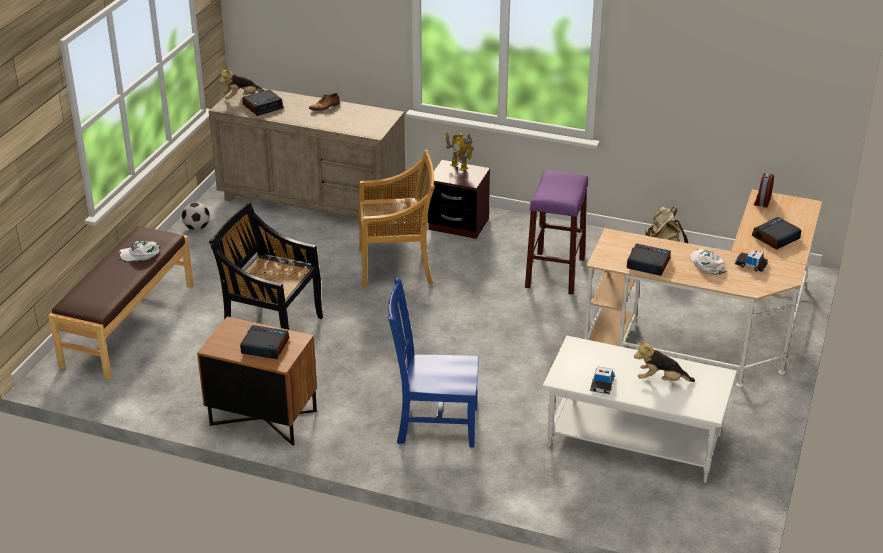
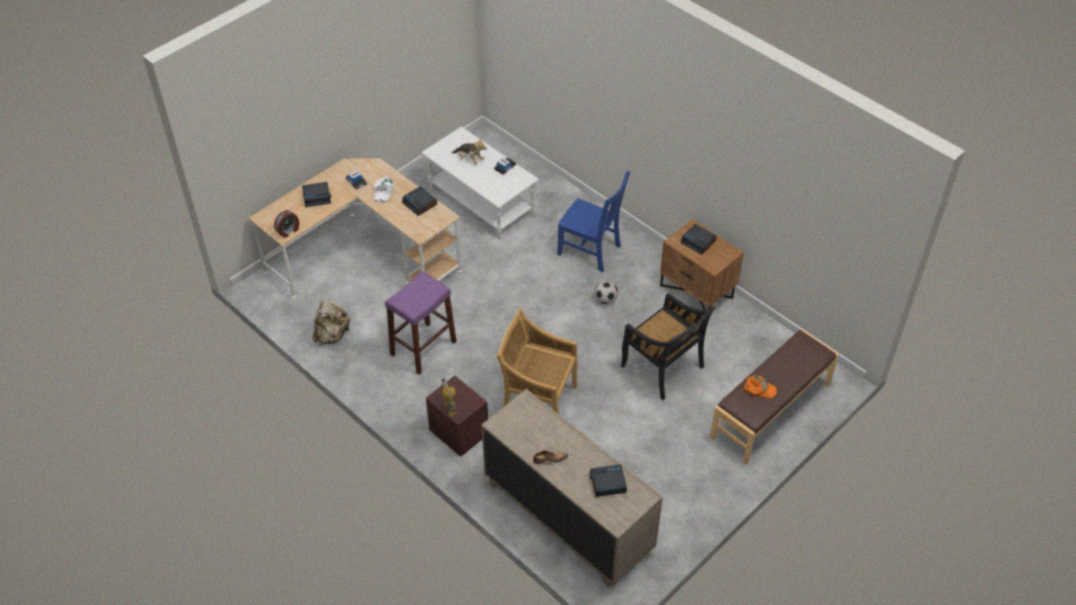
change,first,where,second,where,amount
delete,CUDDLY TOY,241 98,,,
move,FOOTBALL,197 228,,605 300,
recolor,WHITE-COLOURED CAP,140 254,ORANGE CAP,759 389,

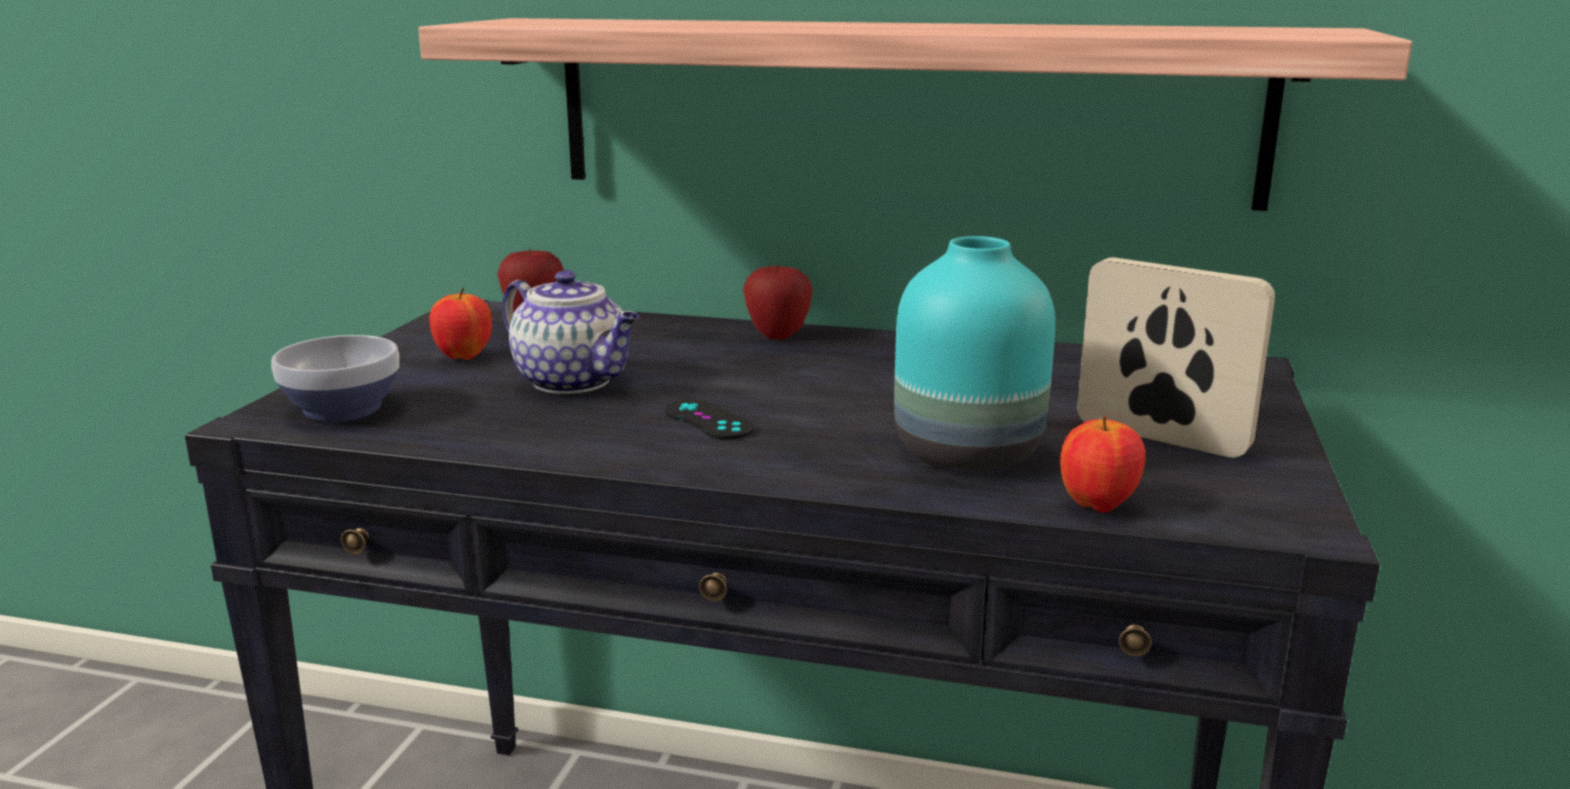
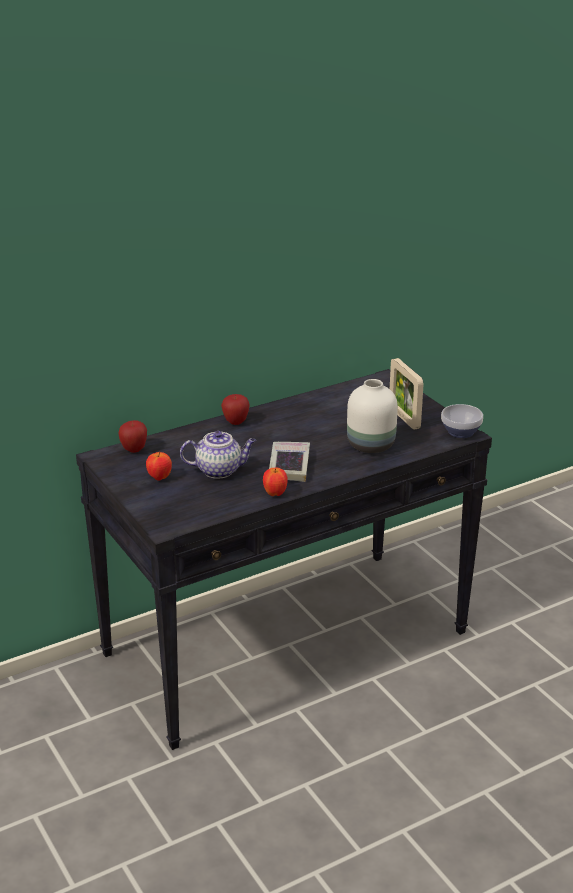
change,first,where,second,where,amount
delete,BRACKET SHELF,899 109,,,
recolor,TURQUOISE-COLOURED DECORATIVE VASE,969 451,WHITE-COLOURED DECORATIVE VASE,370 444,
rotate,PICTURE FRAME,1161 438,,404 418,105 degrees counterclockwise
move,DEEP DISH,346 410,,461 432,
replace,BLACK GAMEPAD,708 420,BOOK,289 466,
move,APPLE FRUIT,1098 505,,275 493,

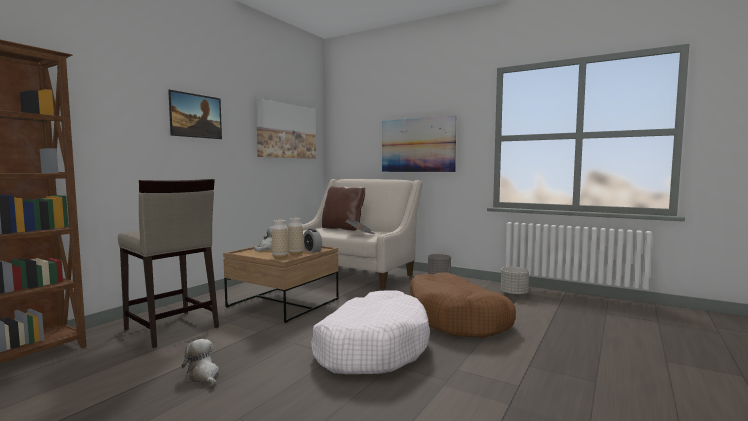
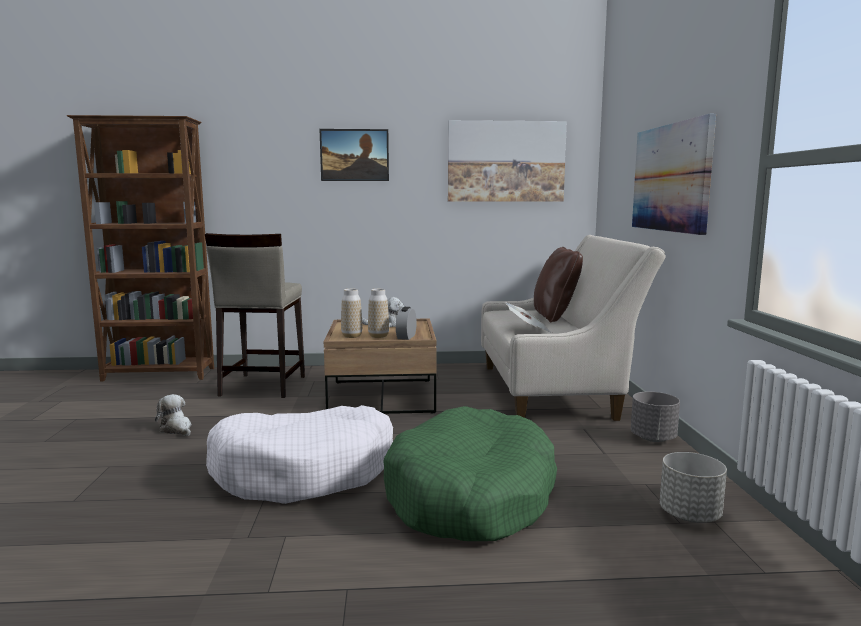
change,first,where,second,where,amount
recolor,BROWNISH DOG CUSHION,457 319,GREENISH DOG CUSHION,471 496,
rotate,CUDDLY TOY,203 376,,176 429,60 degrees counterclockwise

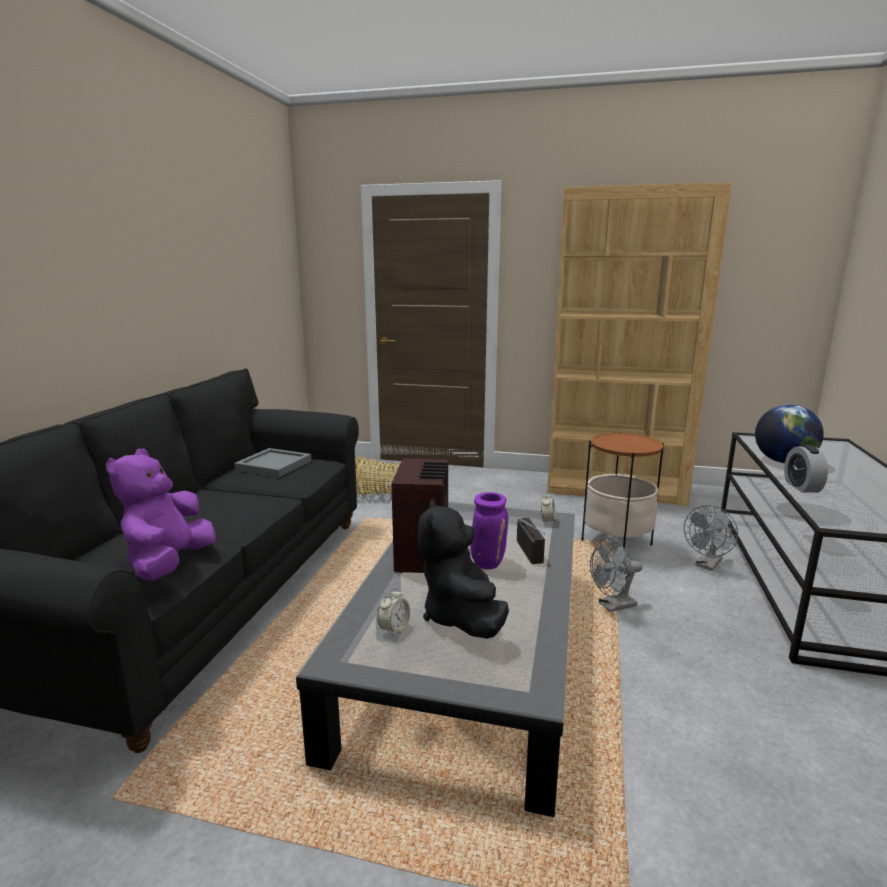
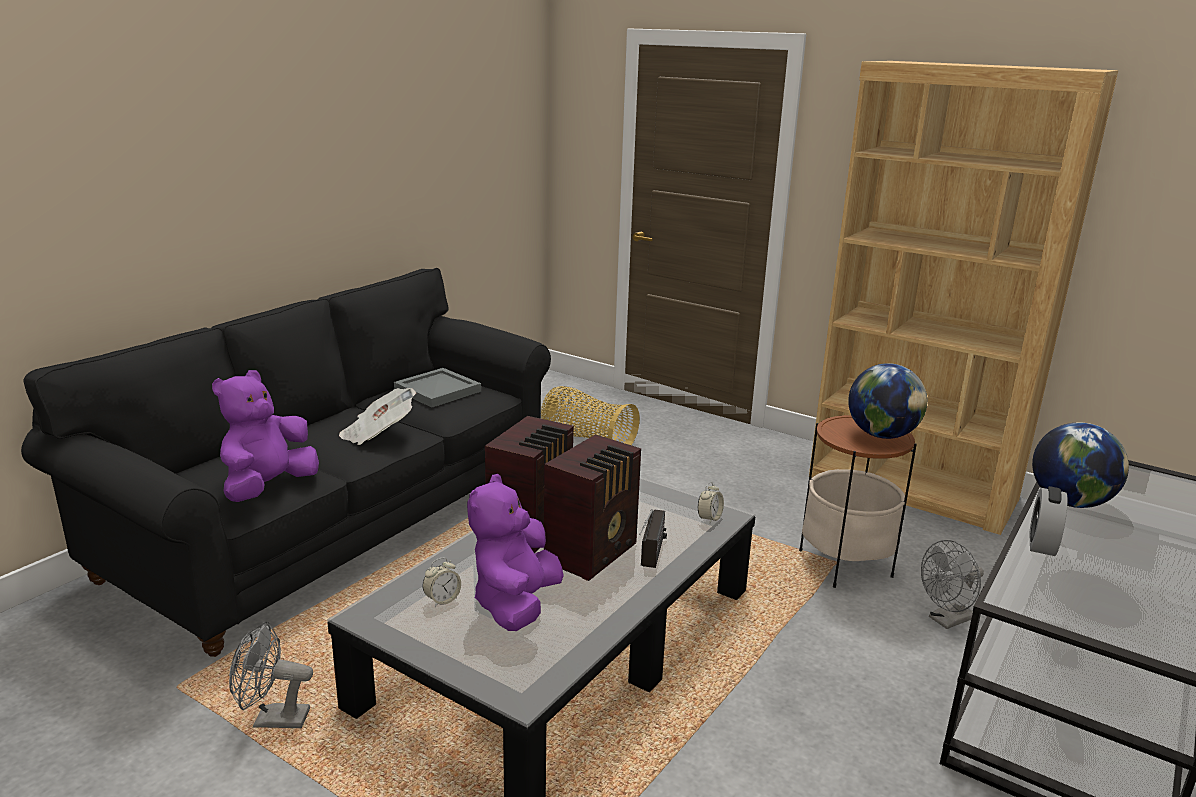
change,first,where,second,where,amount
replace,PURPLISH DECORATIVE VASE,487 563,RADIO,593 553,
recolor,BLACK CUDDLY TOY,461 617,PURPLISH CUDDLY TOY,516 604,
move,GREY COOLING FAN,612 606,,272 720,
insert,,,DESK GLOBE,881 435,
insert,,,DAILY PAPER,378 434,

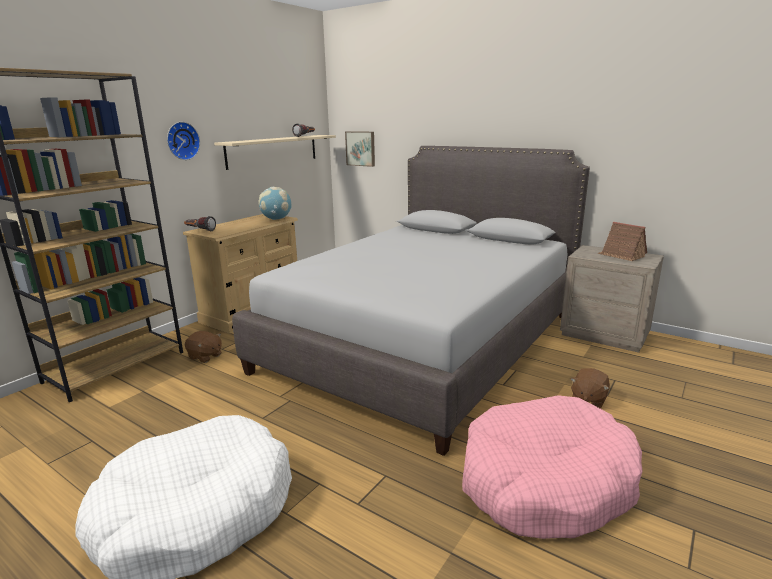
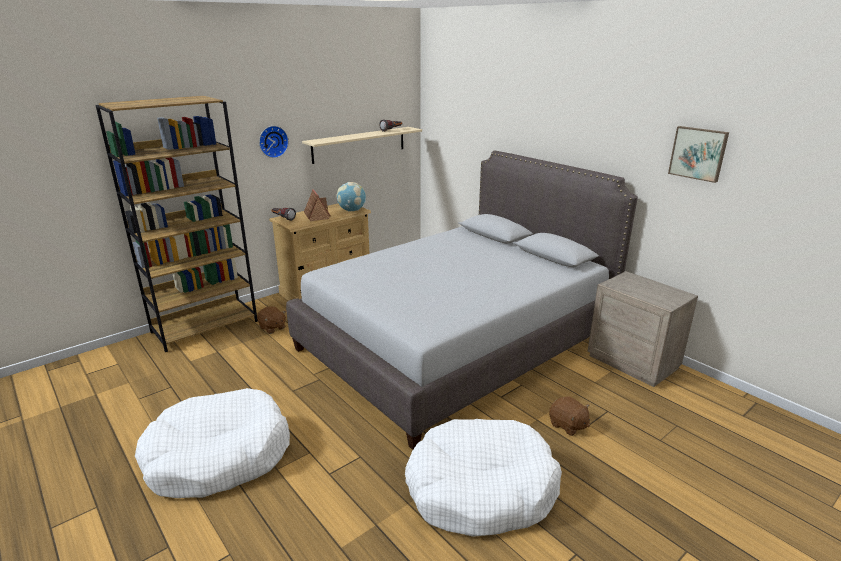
change,first,where,second,where,amount
move,WALL ART,361 148,,698 153,
move,MODEL HOUSE,621 255,,316 216,
rotate,BROWNISH CUDDLY TOY,588 400,,567 425,90 degrees counterclockwise
recolor,PINKISH DOG CUSHION,545 482,WHITE-COLOURED DOG CUSHION,480 489,

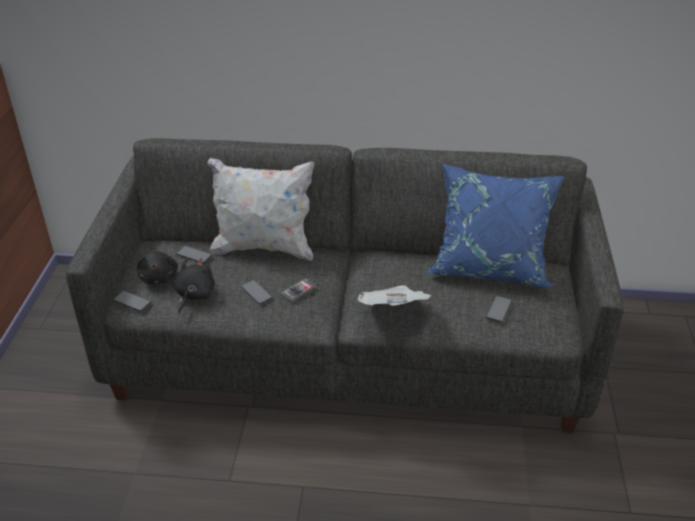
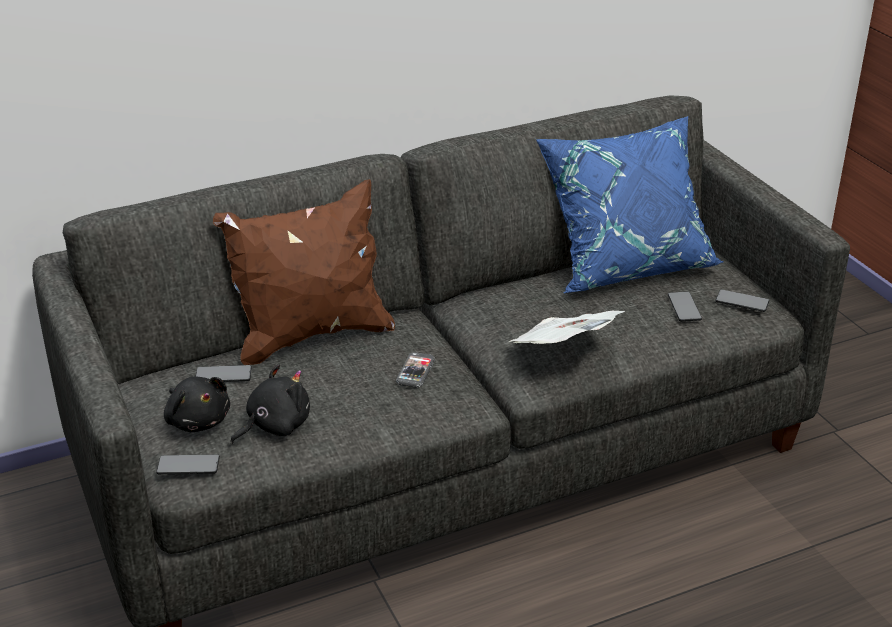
change,first,where,second,where,amount
recolor,WHITE-COLOURED THROW PILLOW,264 247,BROWNISH THROW PILLOW,311 335,
rotate,BLACK CUDDLY TOY,194 295,,275 426,60 degrees clockwise
move,PHONE,256 292,,742 302,

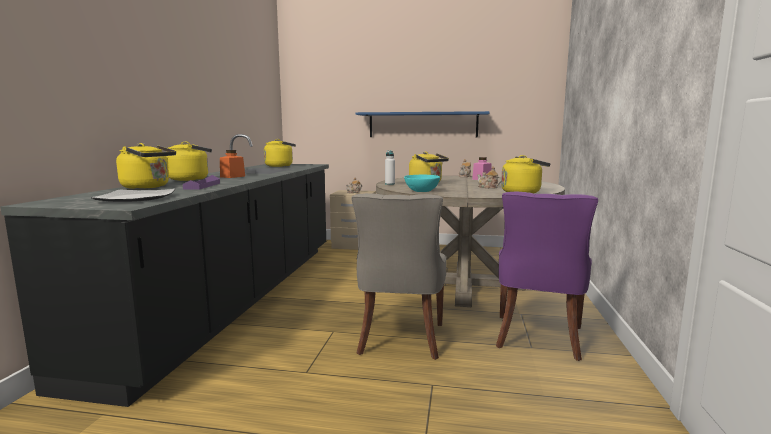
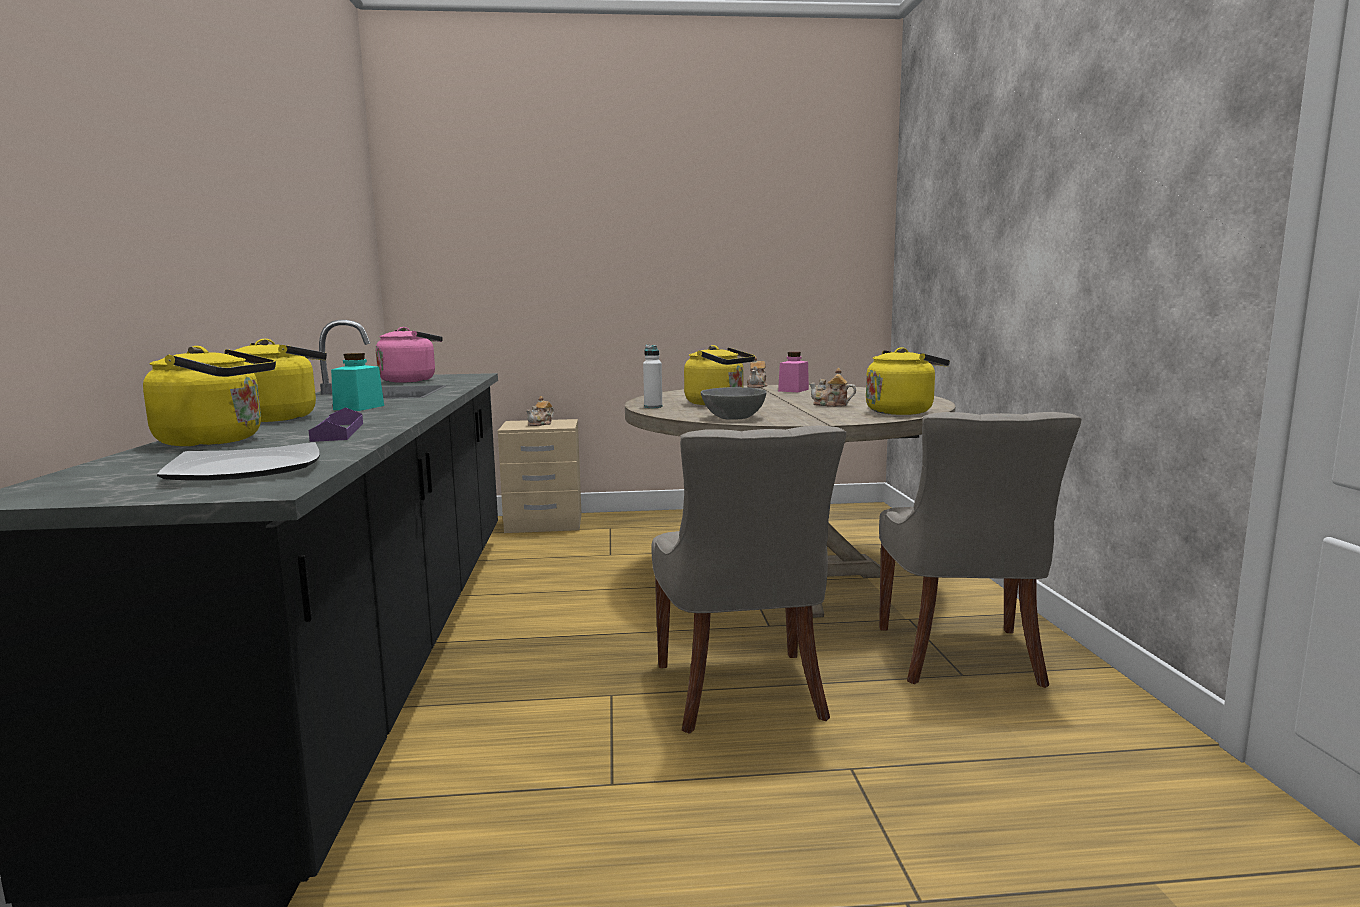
change,first,where,second,where,amount
delete,BLUE BRACKET SHELF,423 125,,,
recolor,YELLOW-COLOURED WATER KETTLE,281 166,PINKISH WATER KETTLE,411 380,
recolor,ORANGE JAR,232 176,TURQUOISE-COLOURED JAR,359 407,
recolor,TURQUOISE-COLOURED DEEP DISH,421 191,GREY DEEP DISH,733 418,
recolor,PURPLISH PLAIN CHAIR,537 338,GREY PLAIN CHAIR,961 657,

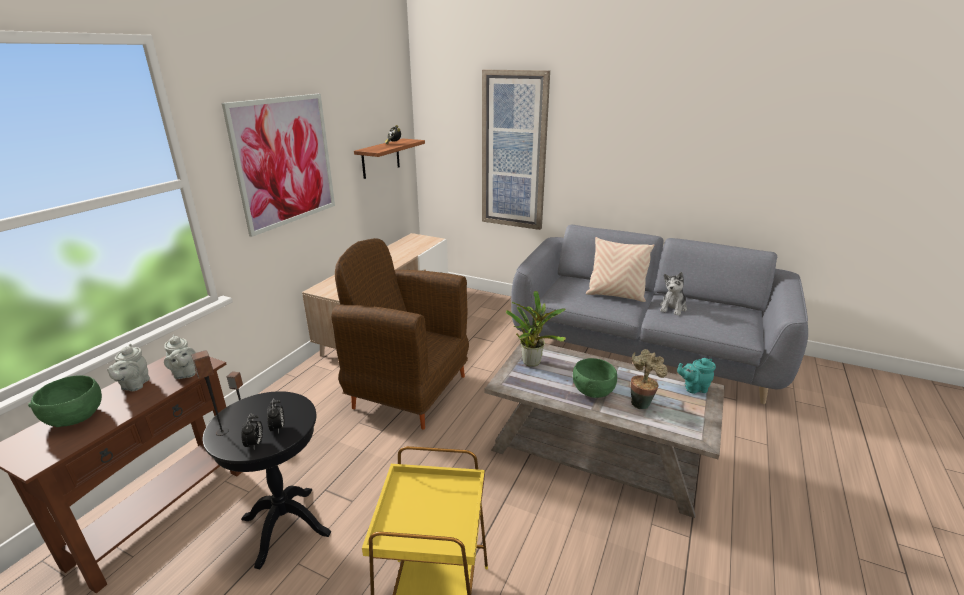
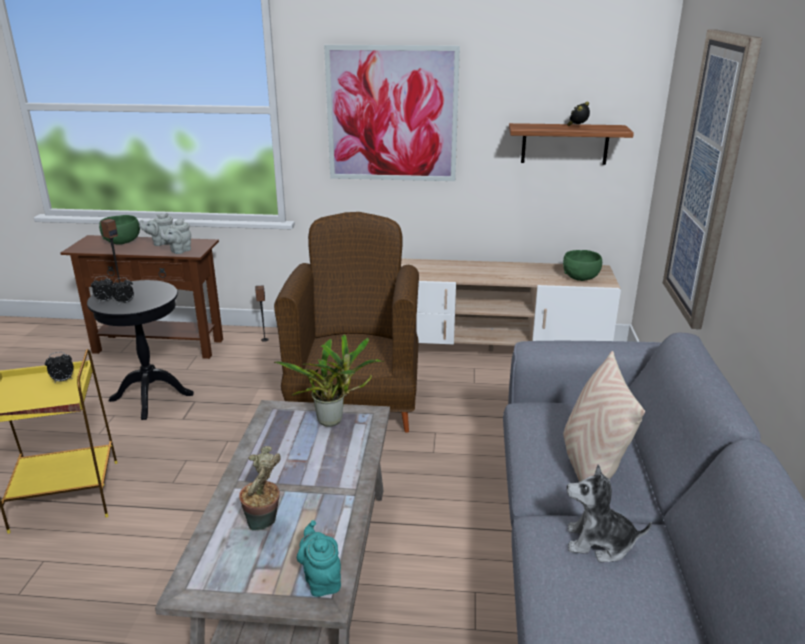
change,first,where,second,where,amount
move,GREENISH DEEP DISH,592 391,,581 277,
insert,,,TABLE CLOCK,63 380,

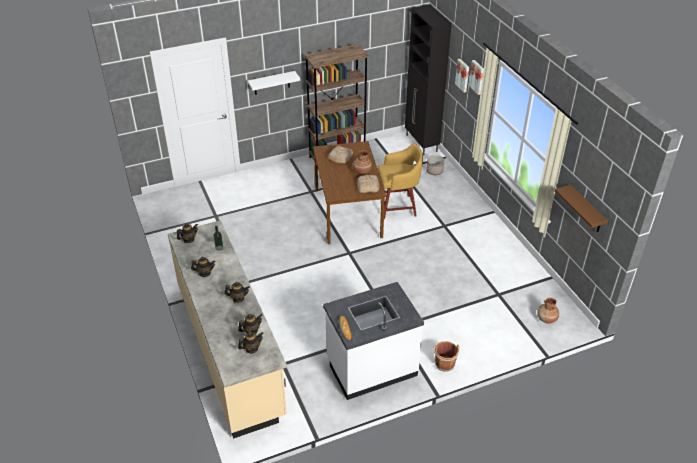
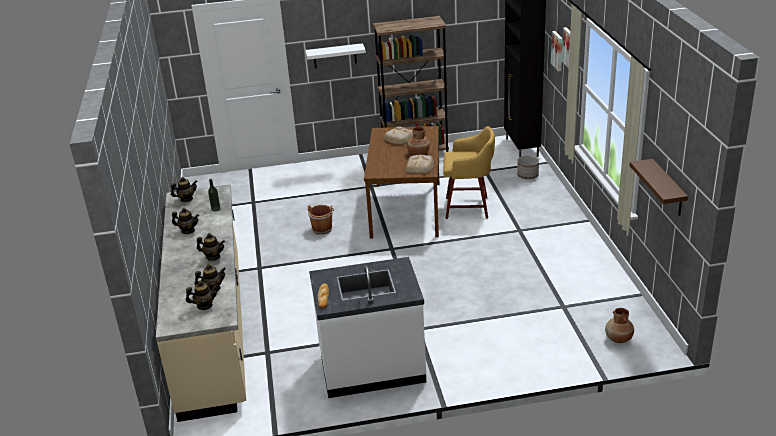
change,first,where,second,where,amount
move,BROWNISH WATER BUCKET,444 363,,322 228,

